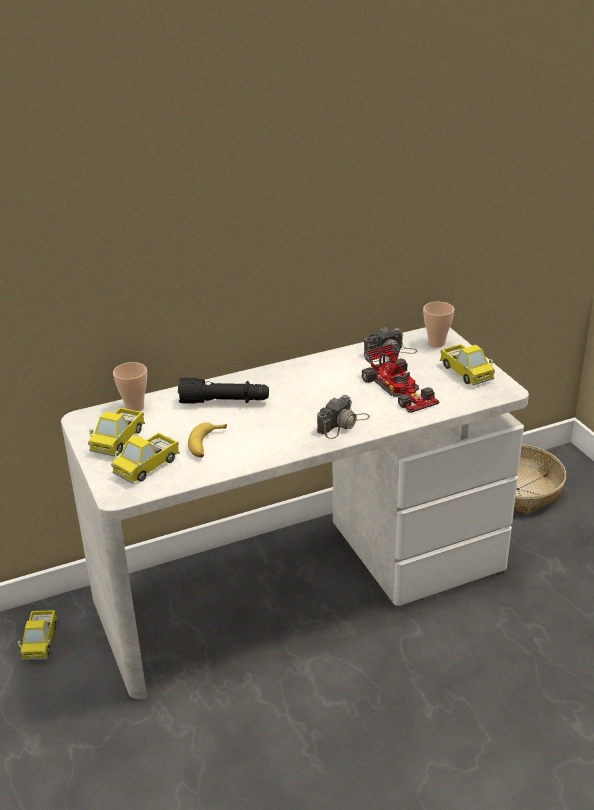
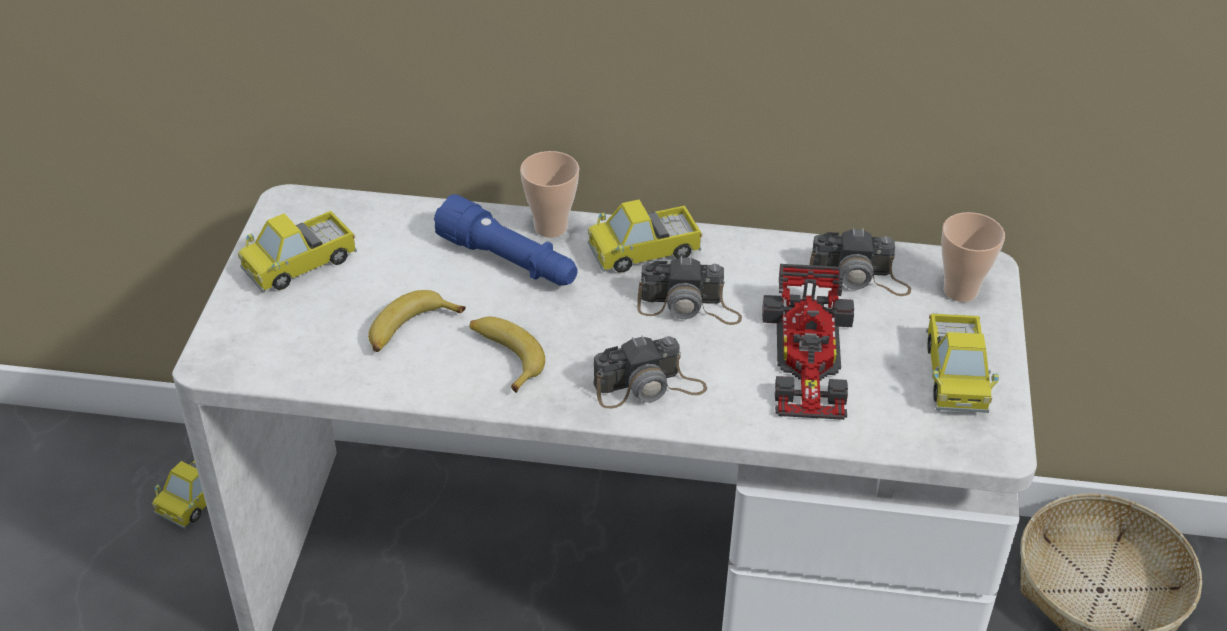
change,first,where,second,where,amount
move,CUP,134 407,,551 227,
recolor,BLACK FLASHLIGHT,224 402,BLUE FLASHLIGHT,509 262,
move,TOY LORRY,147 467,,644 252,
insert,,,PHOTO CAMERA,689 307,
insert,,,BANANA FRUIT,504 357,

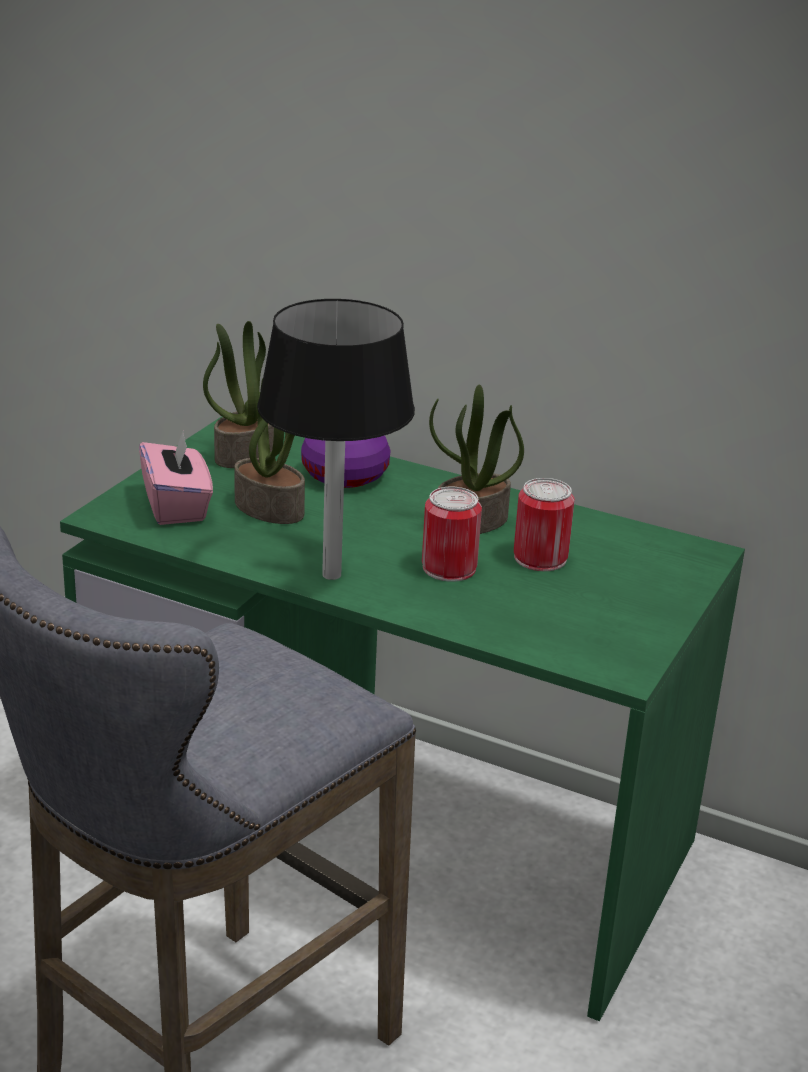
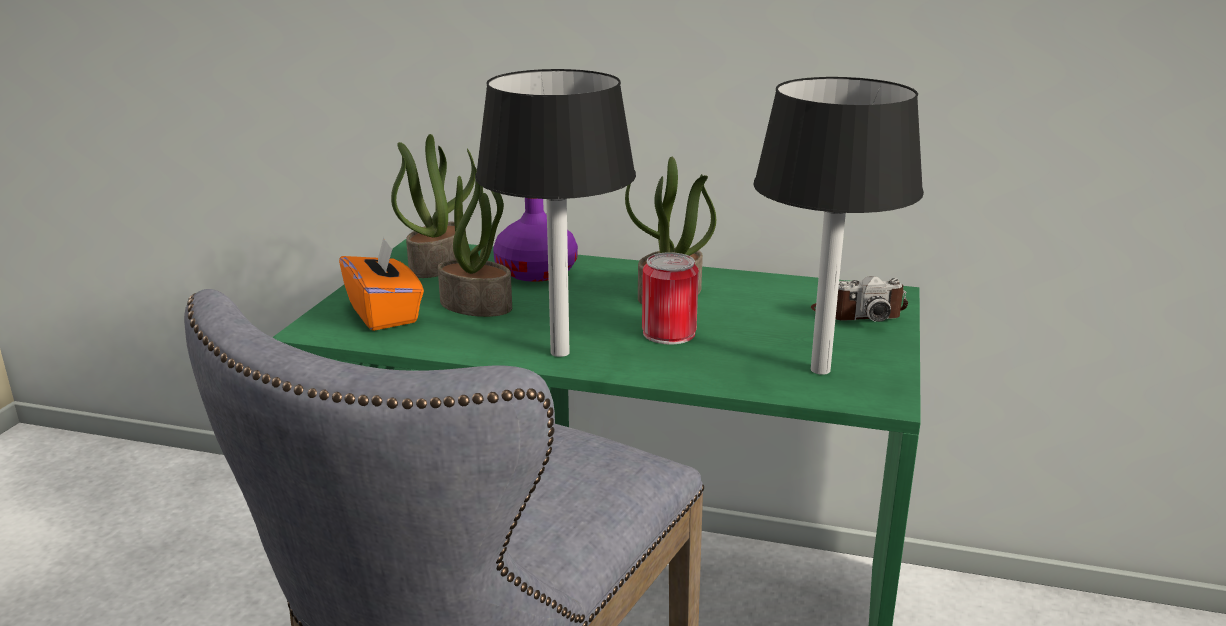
change,first,where,second,where,amount
recolor,PINKISH TISSUE HOLDER,176 506,ORANGE TISSUE HOLDER,384 313,
delete,METAL CAN,540 558,,,
insert,,,BLACK TABLE LAMP,820 370,
insert,,,PHOTO CAMERA,858 313,

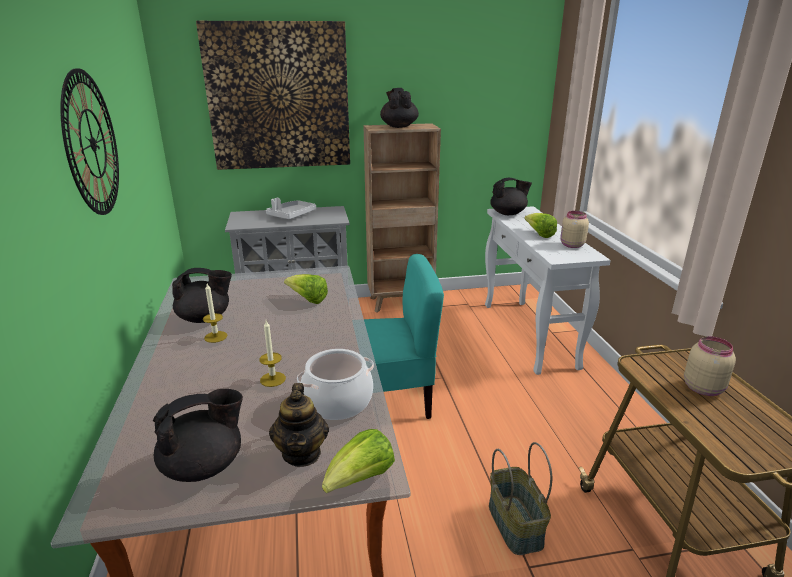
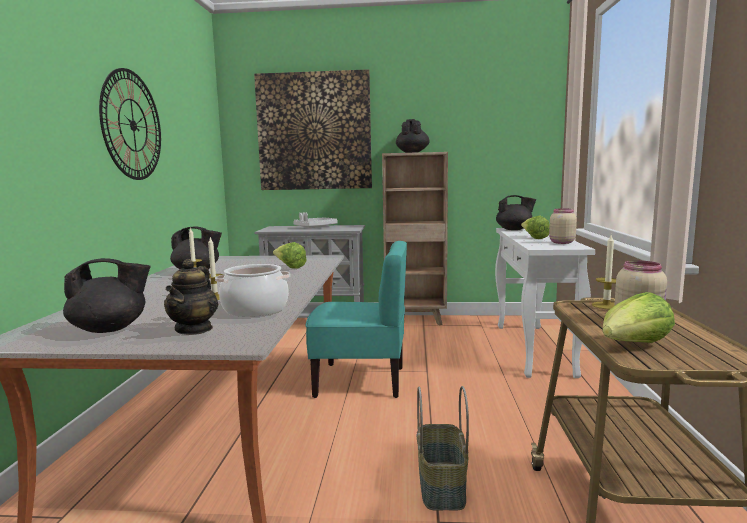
change,first,where,second,where,amount
move,HEAD OF LETTUCE,360 479,,633 345,
insert,,,CANDLE,606 305,

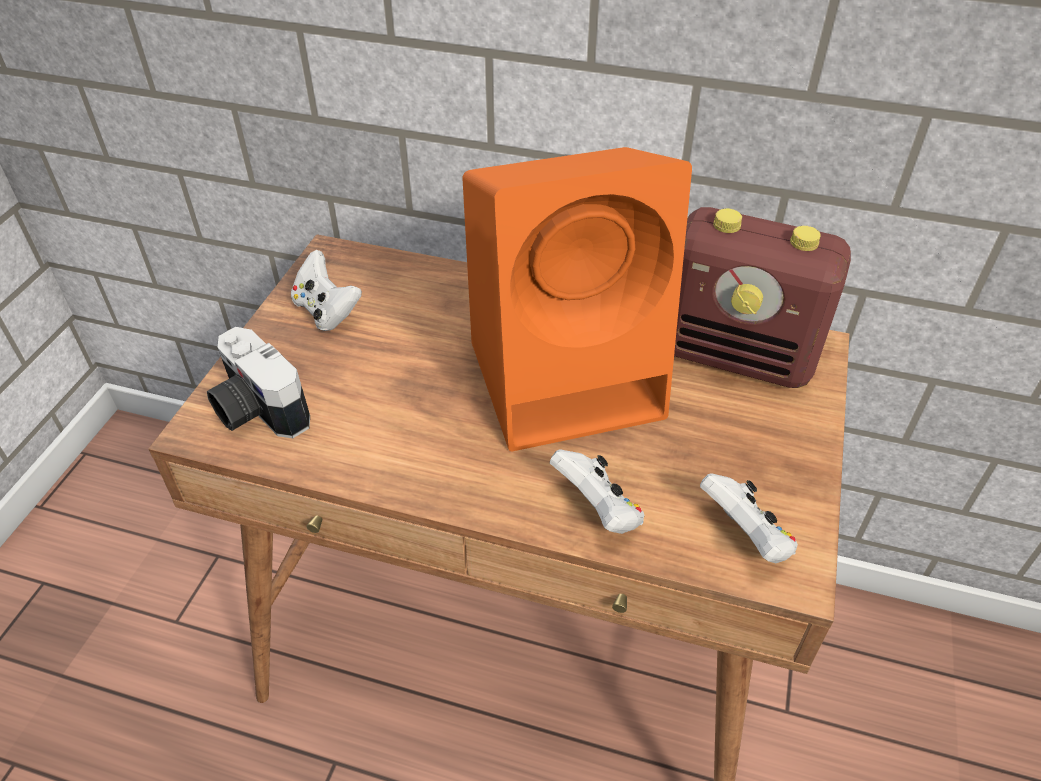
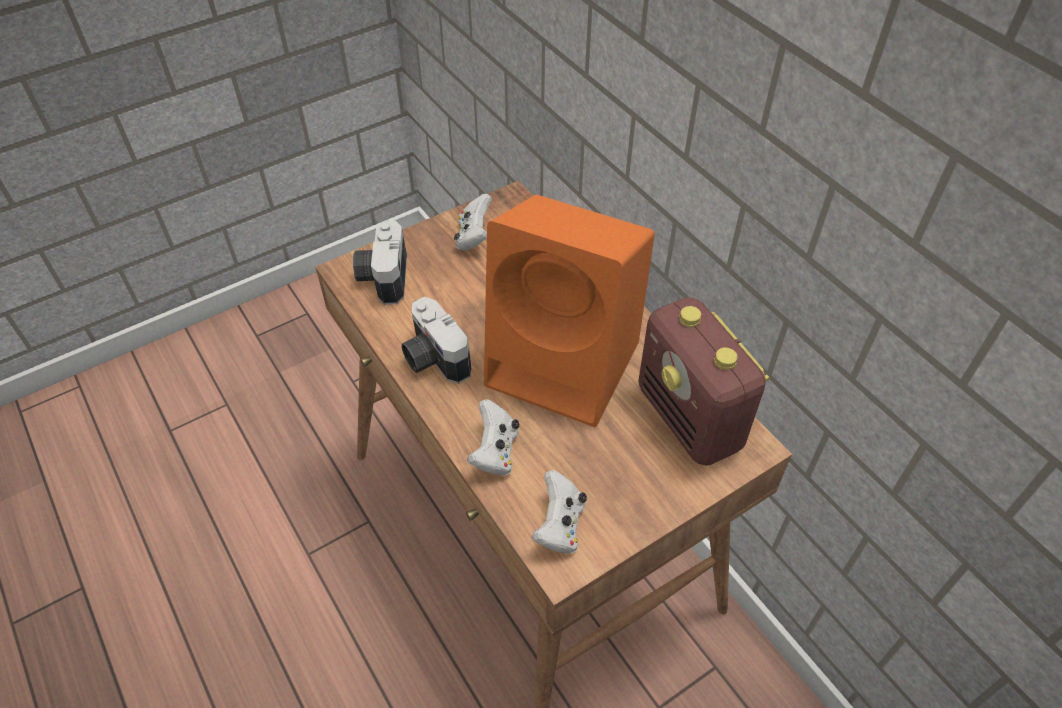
change,first,where,second,where,amount
insert,,,PHOTO CAMERA,433 358,

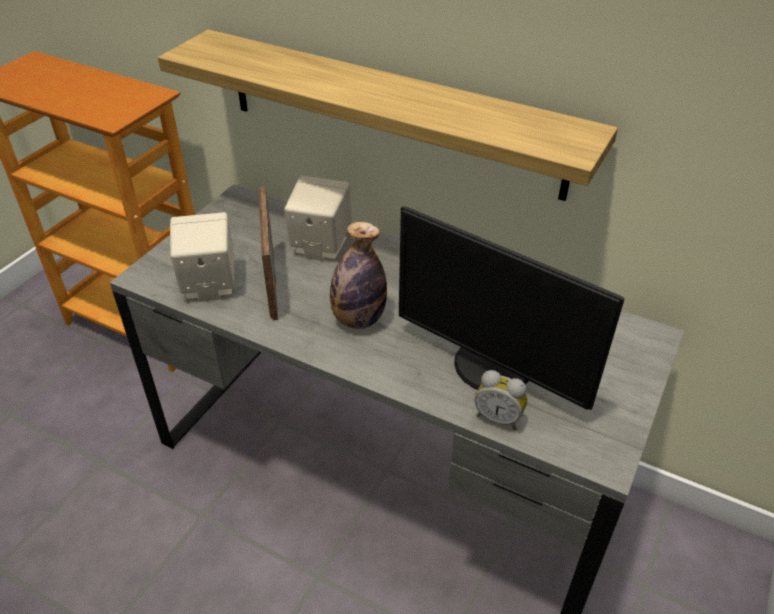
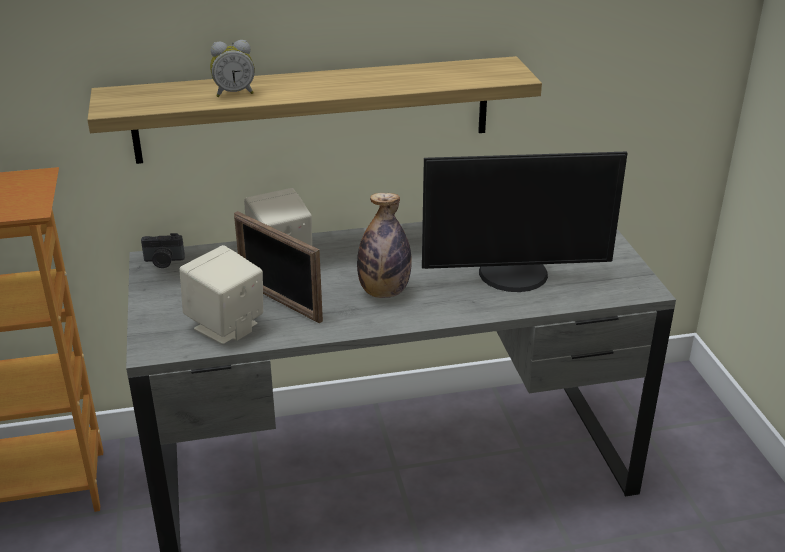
change,first,where,second,where,amount
move,TABLE CLOCK,498 417,,234 93,
insert,,,PHOTO CAMERA,163 262,

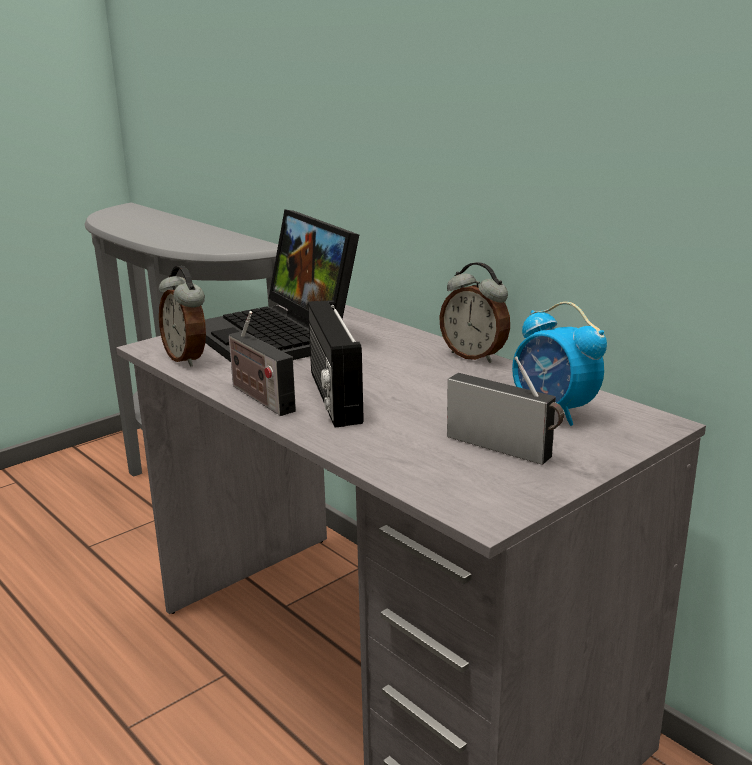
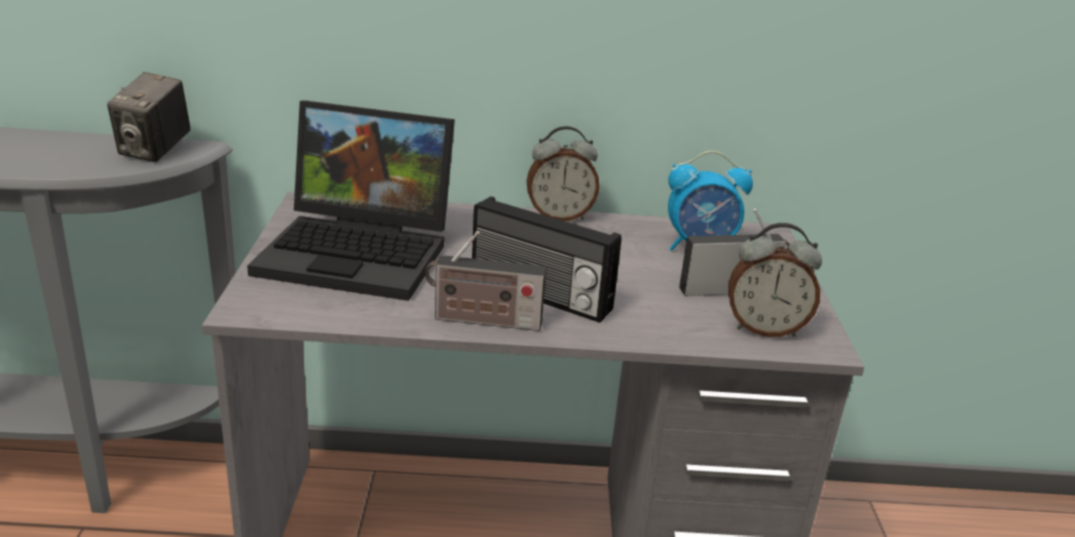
change,first,where,second,where,amount
move,TABLE CLOCK,187 358,,765 329,
insert,,,PHOTO CAMERA,155 151,

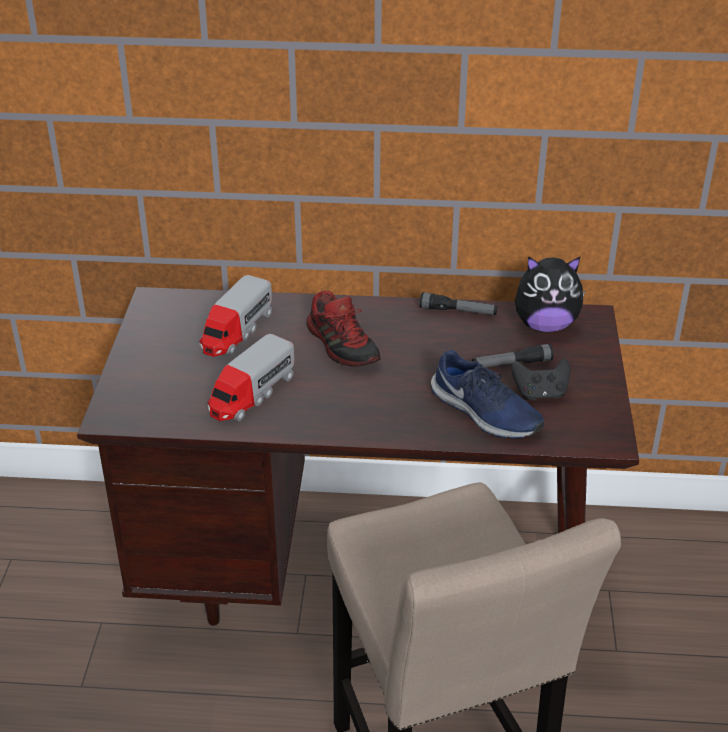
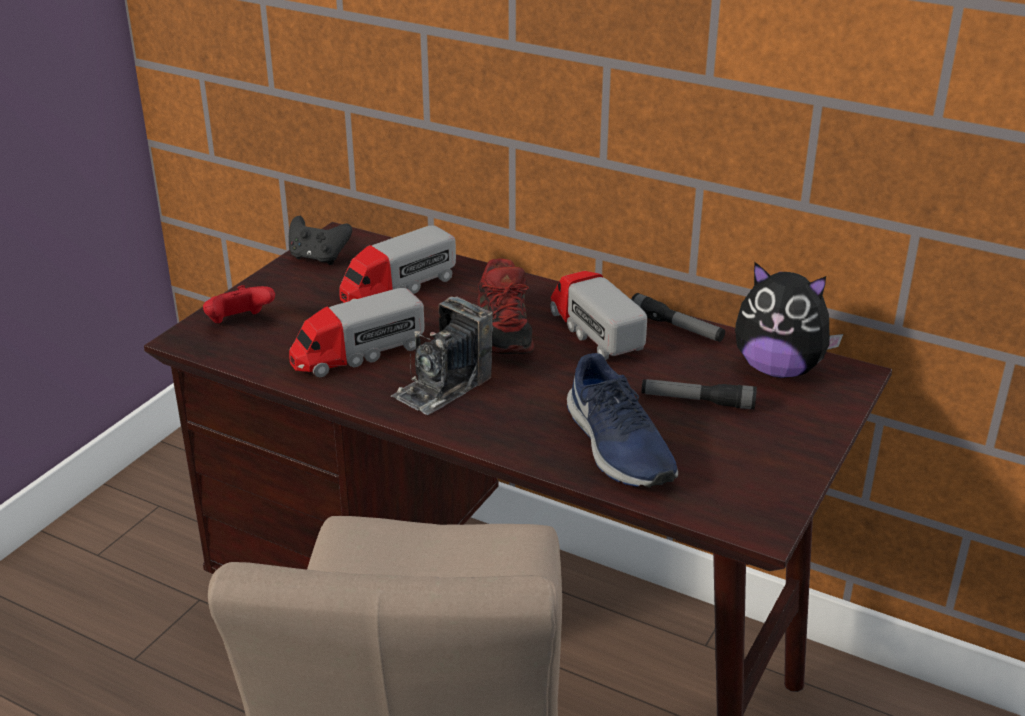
change,first,where,second,where,amount
move,BLACK GAMEPAD,540 394,,318 258,
insert,,,TOY LORRY,594 331,
insert,,,RED-COLOURED GAMEPAD,239 323,
insert,,,PHOTO CAMERA,443 386,

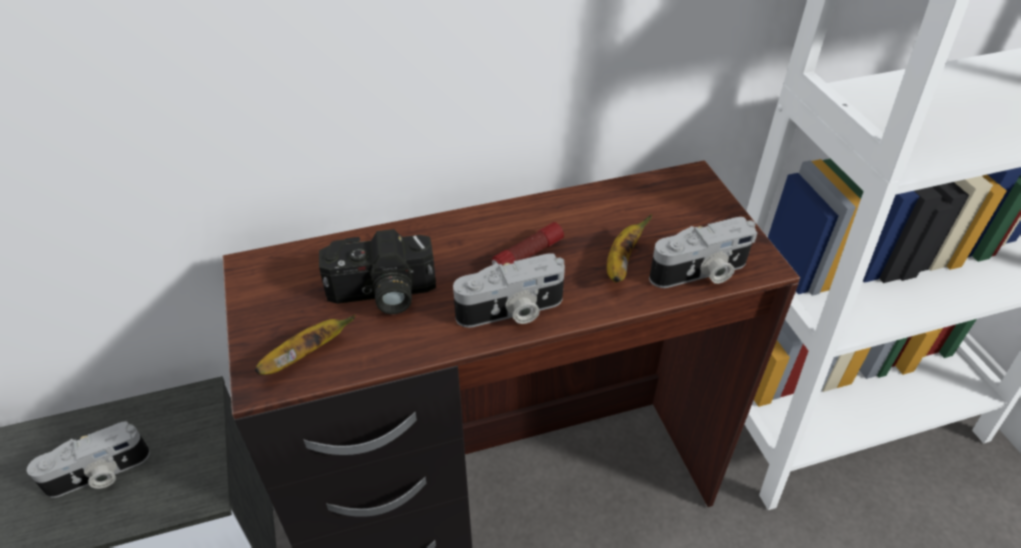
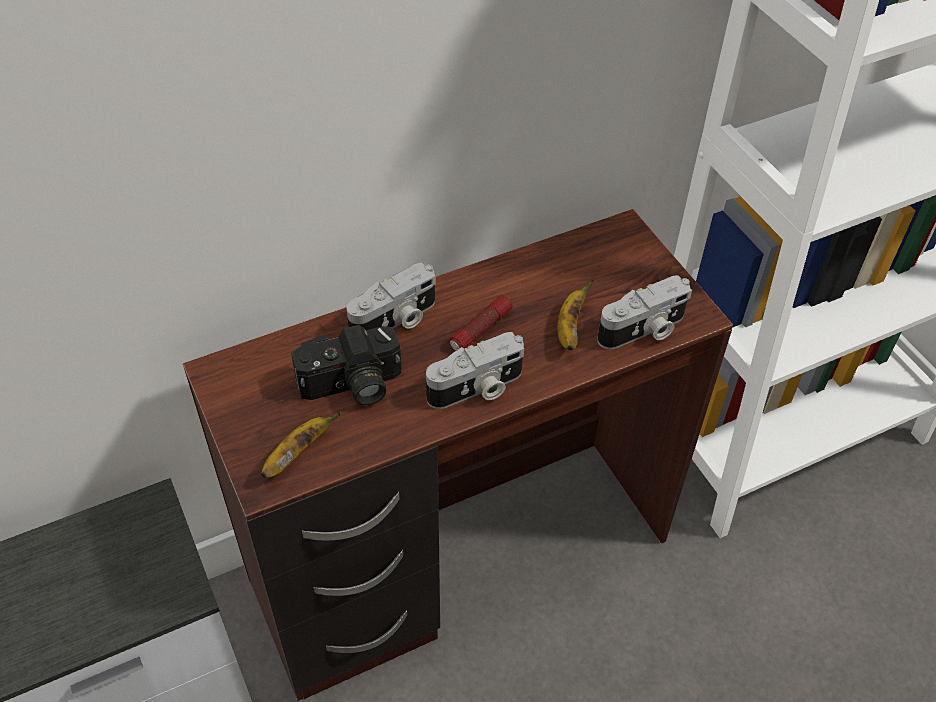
change,first,where,second,where,amount
move,PHOTO CAMERA,99 475,,396 321,

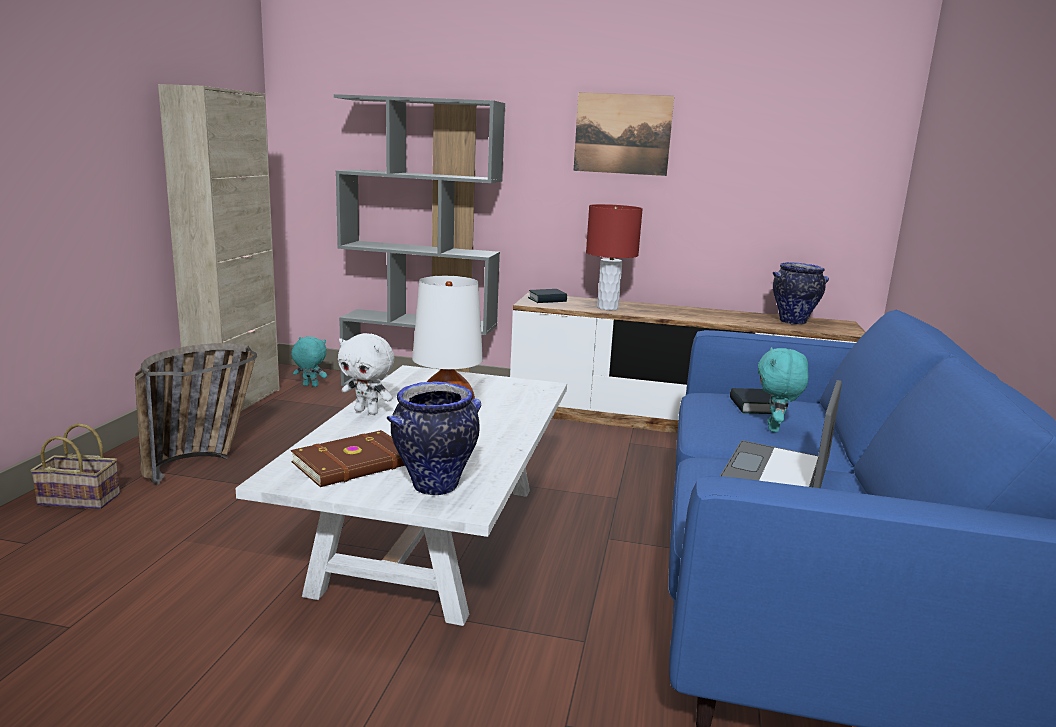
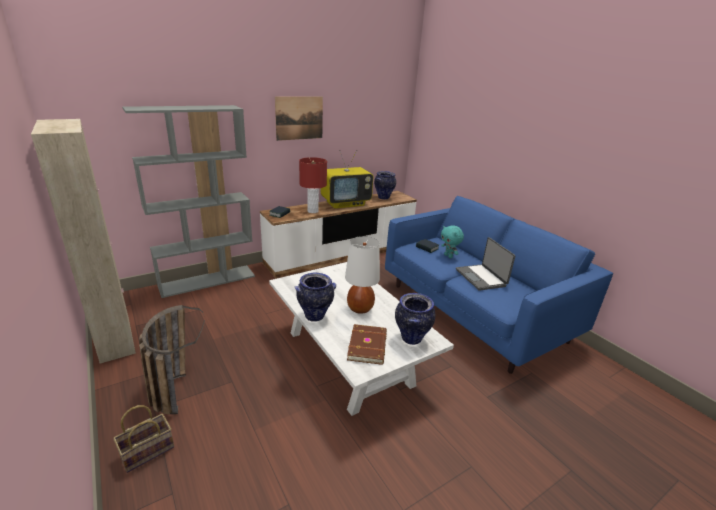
change,first,where,second,where,amount
replace,WHITE-COLOURED CUDDLY TOY,367 411,DECORATIVE VASE,315 316,
delete,TURQUOISE-COLOURED CUDDLY TOY,310 386,,,
insert,,,TELEVISION,345 203,

